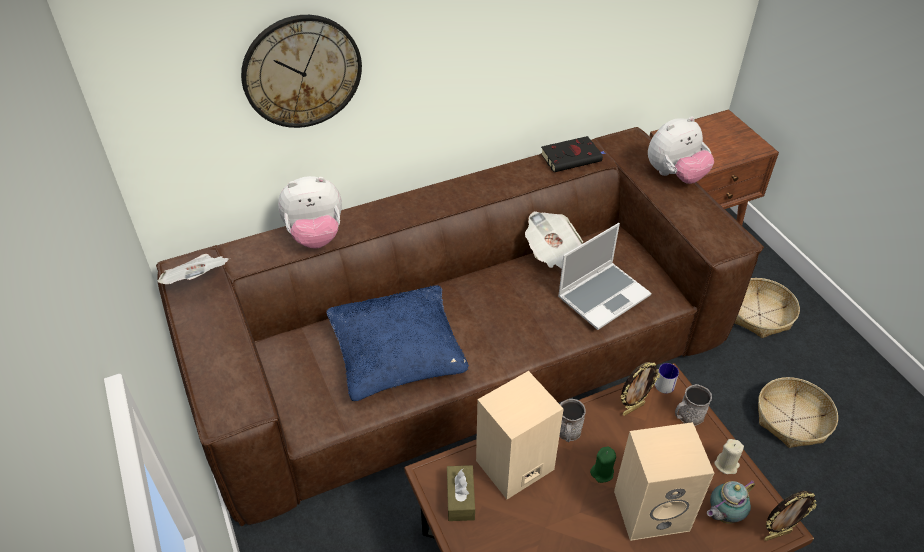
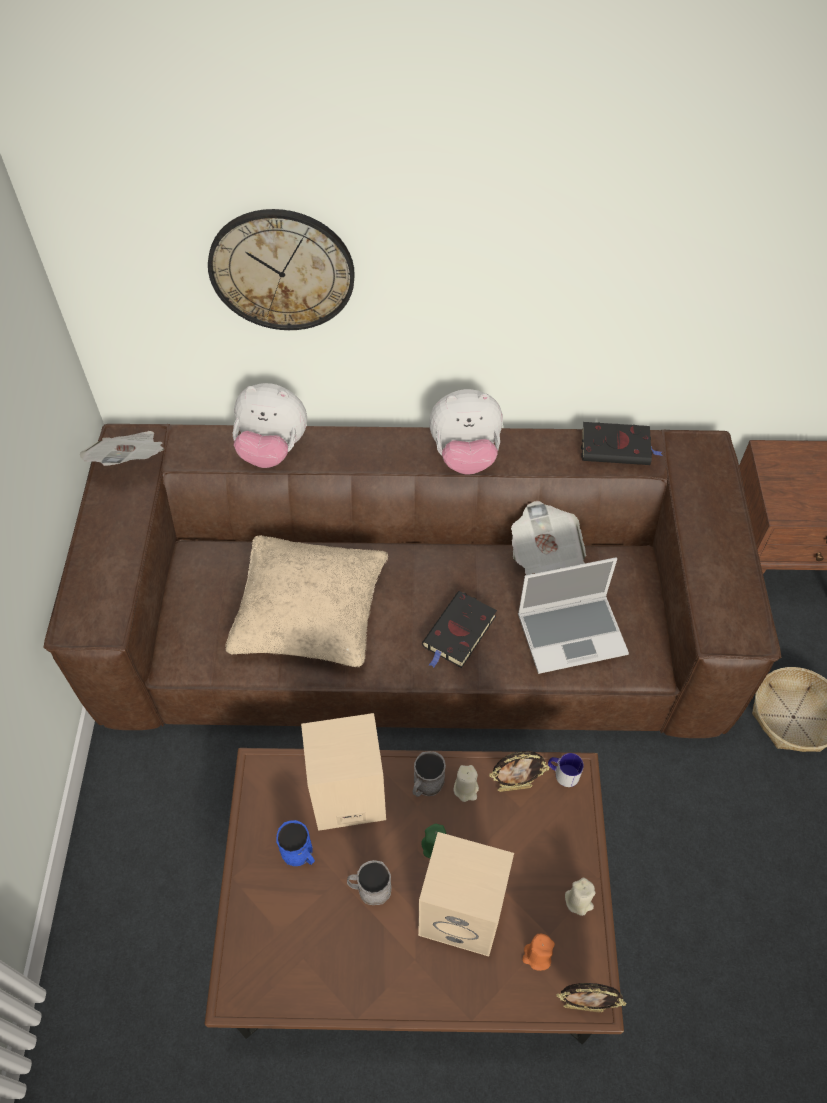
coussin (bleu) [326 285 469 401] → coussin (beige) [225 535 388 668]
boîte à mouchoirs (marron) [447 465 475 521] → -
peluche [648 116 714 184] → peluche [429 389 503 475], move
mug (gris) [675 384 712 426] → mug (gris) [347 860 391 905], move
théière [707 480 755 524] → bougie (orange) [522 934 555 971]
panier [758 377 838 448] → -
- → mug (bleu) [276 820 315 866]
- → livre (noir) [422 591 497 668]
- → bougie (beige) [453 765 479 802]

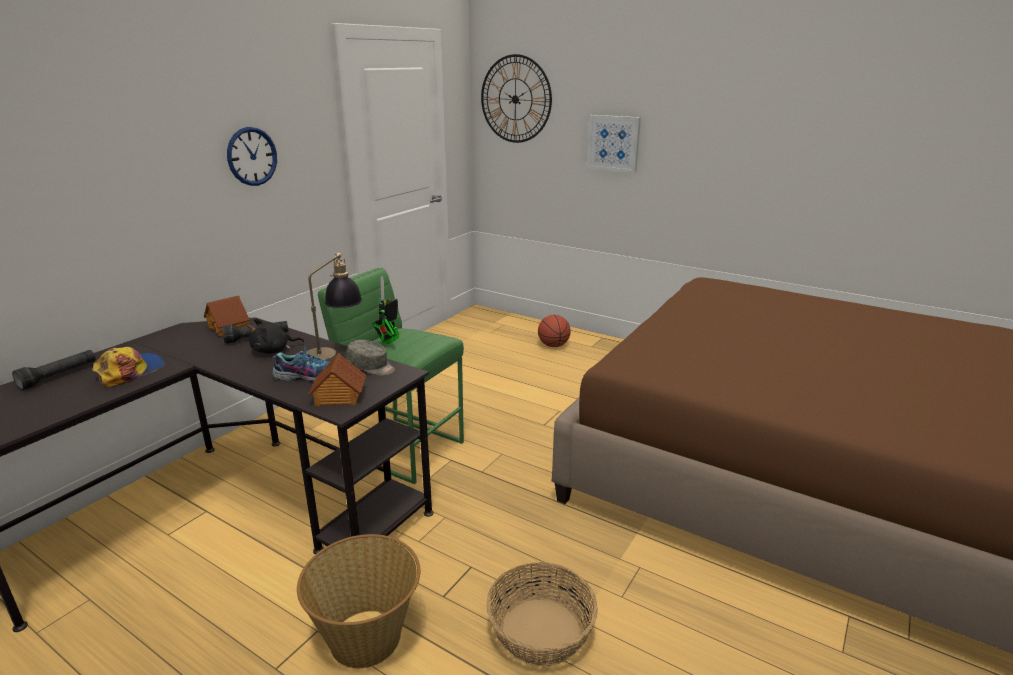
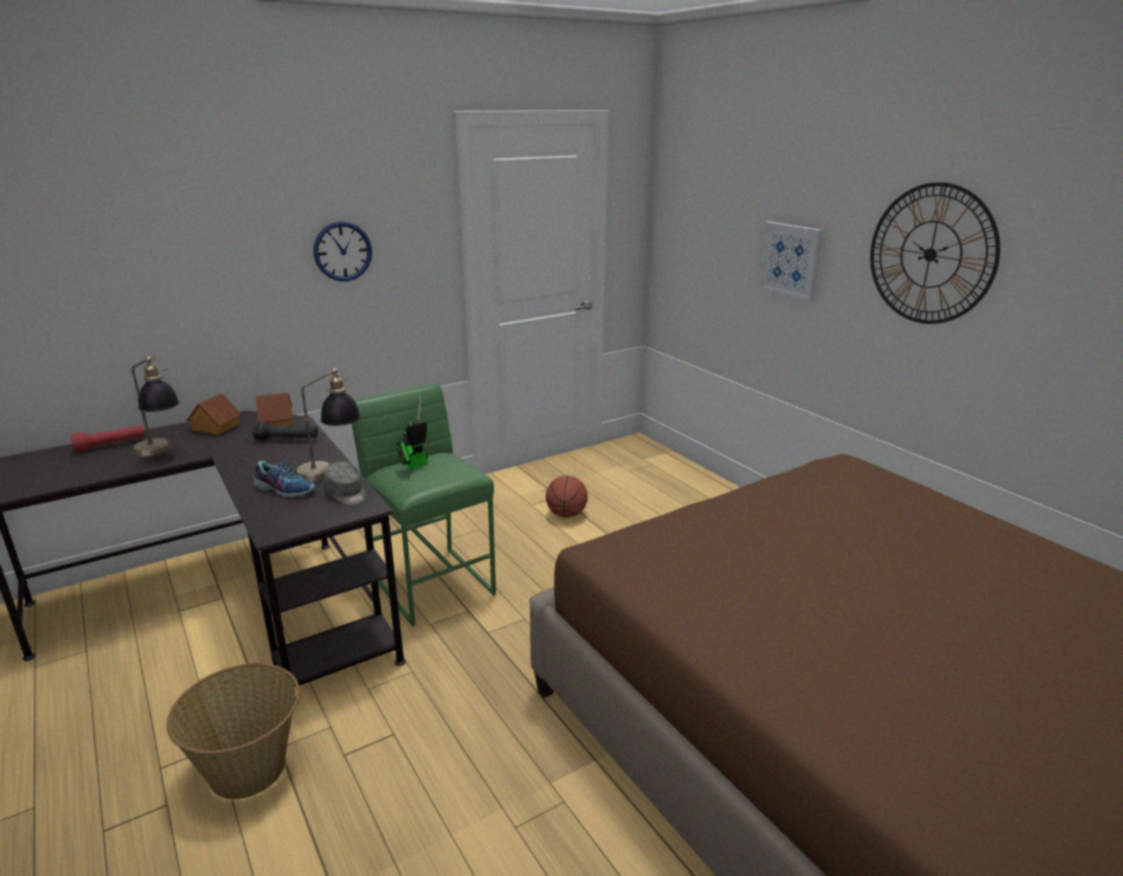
lampe de poche (noir) [12 350 96 390] → lampe de poche (rouge) [71 425 145 453]
casquette [92 347 165 387] → lampe de table [132 356 180 456]
peluche (noir) [248 318 304 354] → -
maison miniature [308 354 366 406] → maison miniature [187 393 242 435], move
horloge murale [481 54 552 143] → horloge murale [870 182 1000 324], move
panier [486 562 598 666] → -
ballon de basket [538 315 571 347] → ballon de basket [546 476 588 518], move

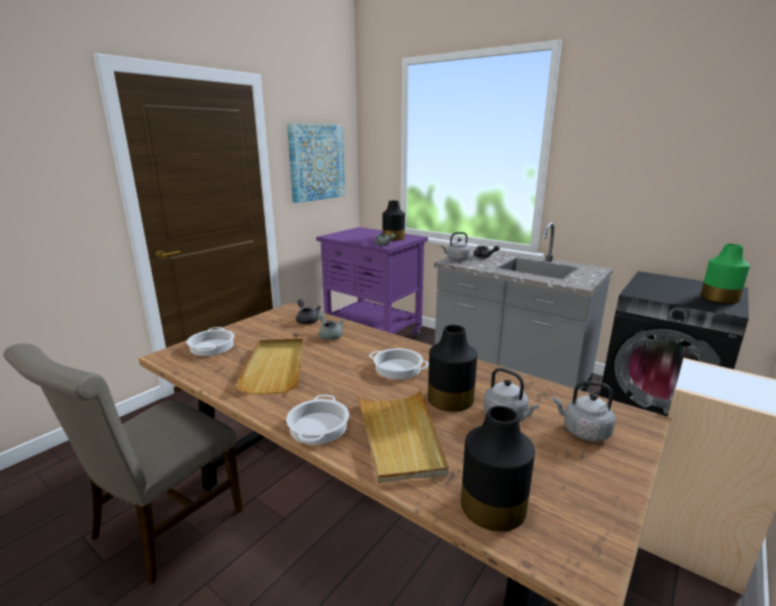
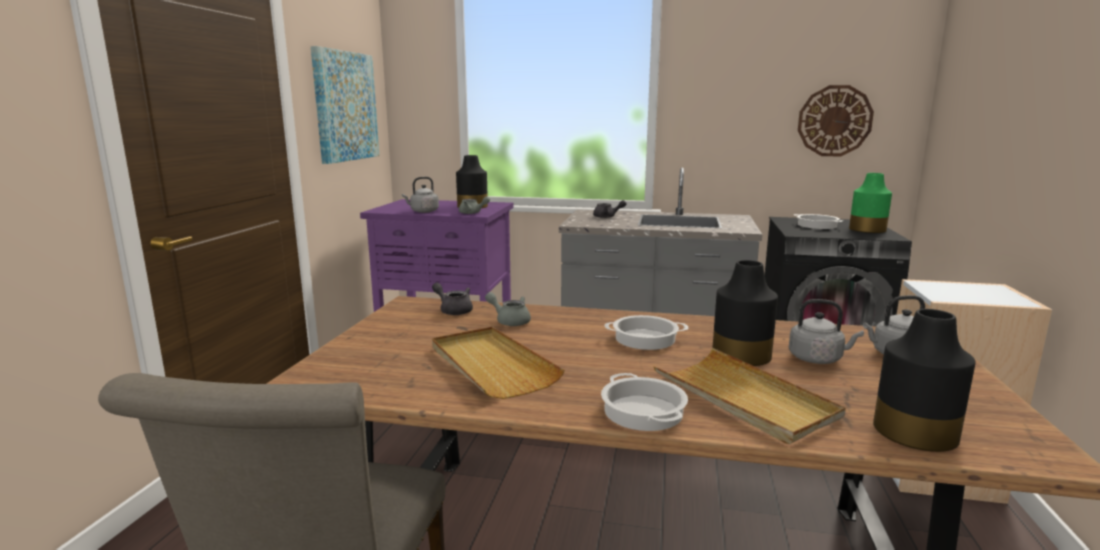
marmite [187 327 235 356] → marmite [794 214 843 229], move
bouilloire (gris) [441 232 470 261] → bouilloire (gris) [402 177 439 213], move
- → horloge murale [798 85 874 156]

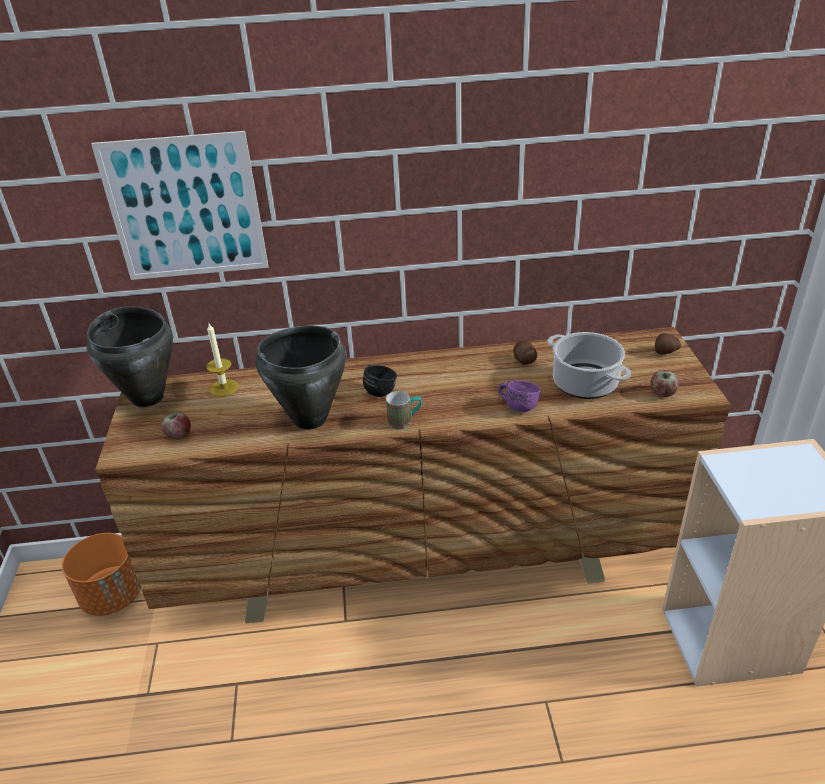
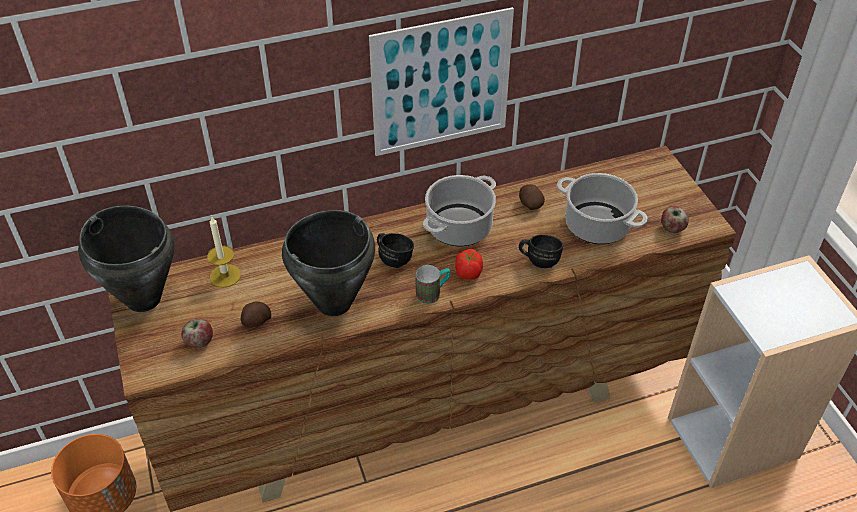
tableau [91 131 269 280] → tableau [369 7 514 156], move
mug (violet) [498 380 540 412] → mug (noir) [519 234 563 268]
pomme de terre [655 333 681 355] → pomme de terre [241 301 271 328], move
- → marmite [423 175 496 246]
- → tomate [455 249 483 280]

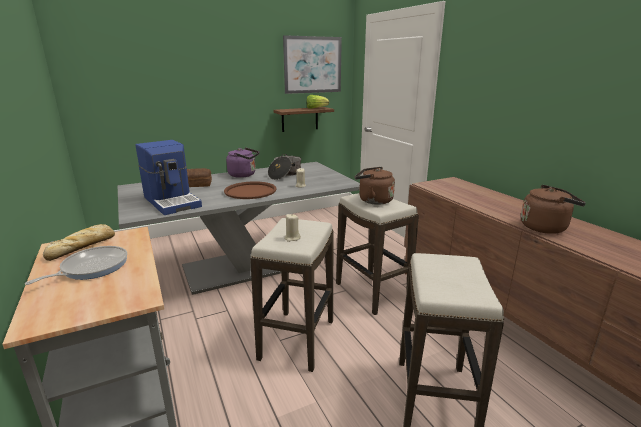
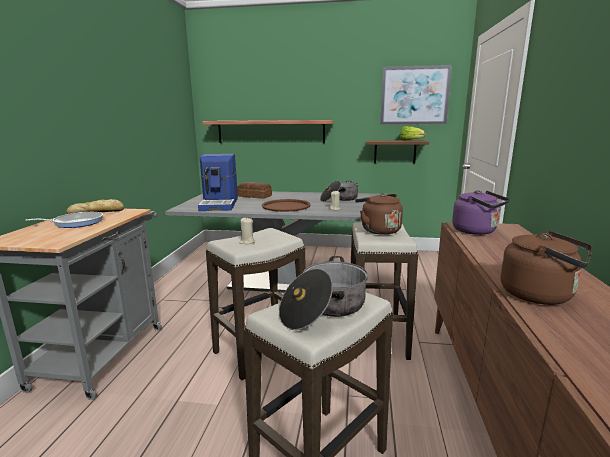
bouilloire (violet) [226 147 259 178] → bouilloire (violet) [452 190 510 235], move
- → étagère [202 120 334 143]
- → marmite [279 256 368 330]

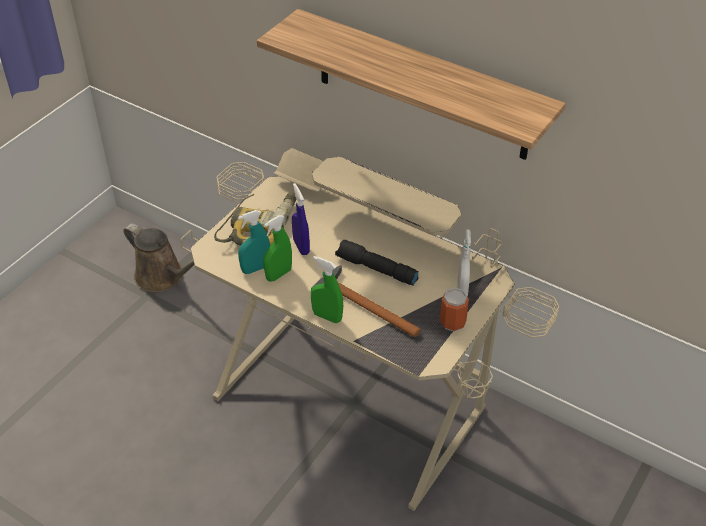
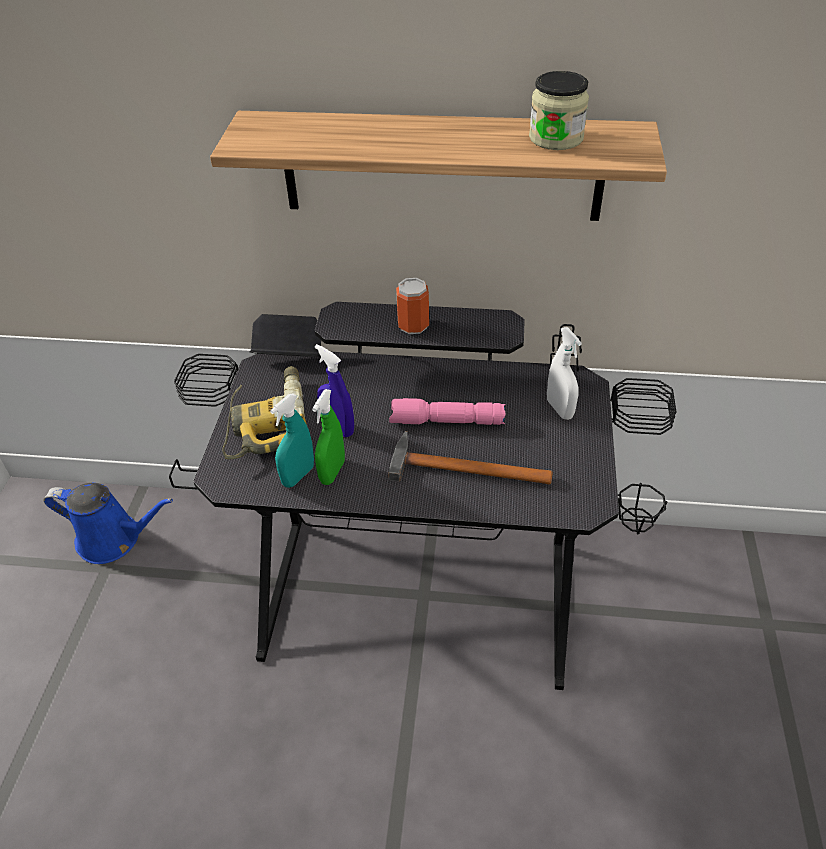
arrosoir (marron) [123 224 194 292] → arrosoir (bleu) [43 483 173 564]
bureau (beige) [180 148 559 511] → bureau (noir) [169 302 676 690]
vaporisateur (vert) [311 256 343 323] → -
lampe de poche (noir) [335 240 419 285] → lampe de poche (rose) [389 398 505 425]
boîte métallique [440 288 469 331] → boîte métallique [396 278 429 334], move
- → bocal [529 71 589 150]

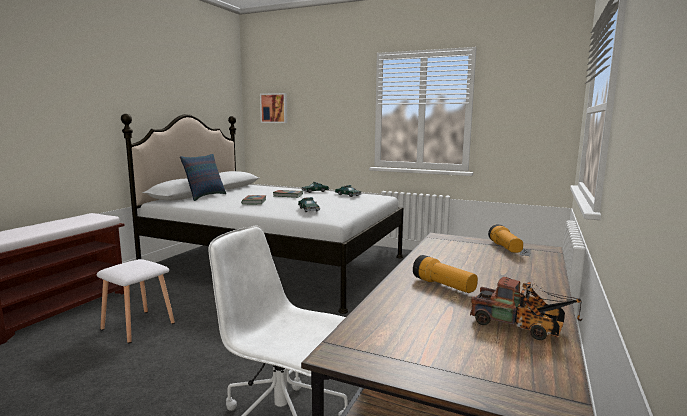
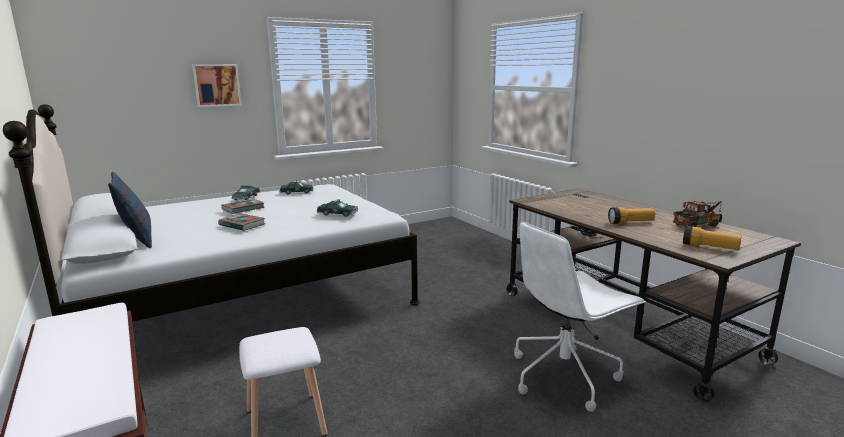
tableau [260 93 287 123] → tableau [192 64 242 107], move
lampe de poche [488 224 523 253] → lampe de poche [683 226 741 250], move

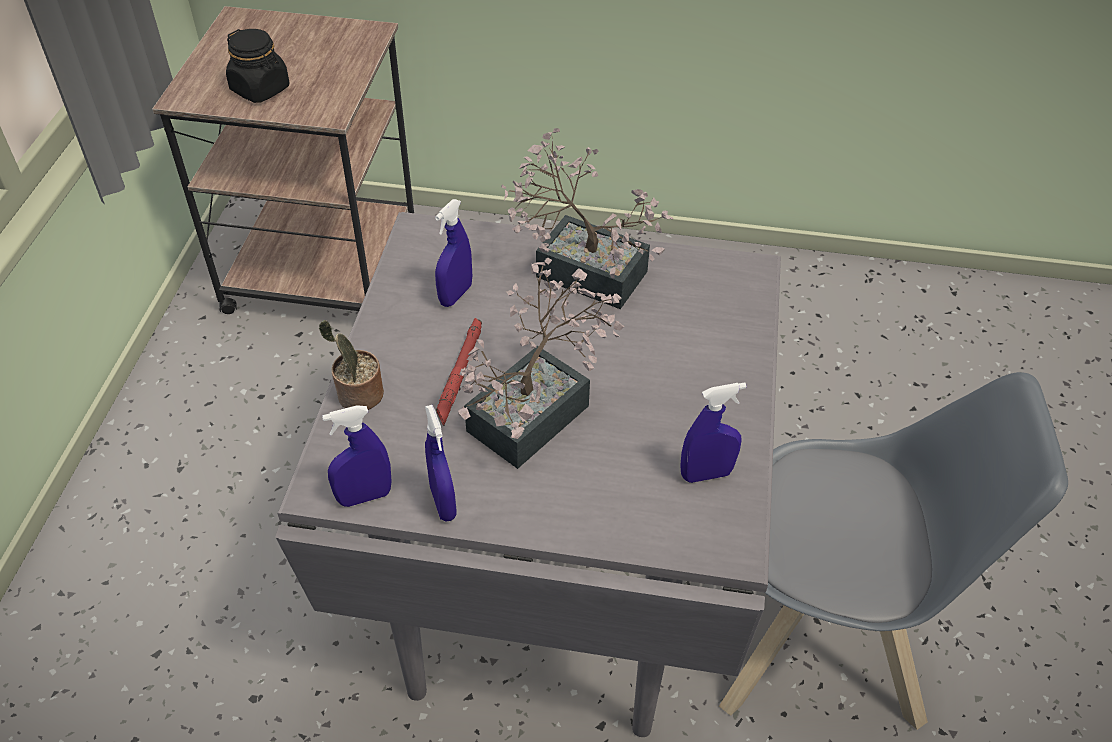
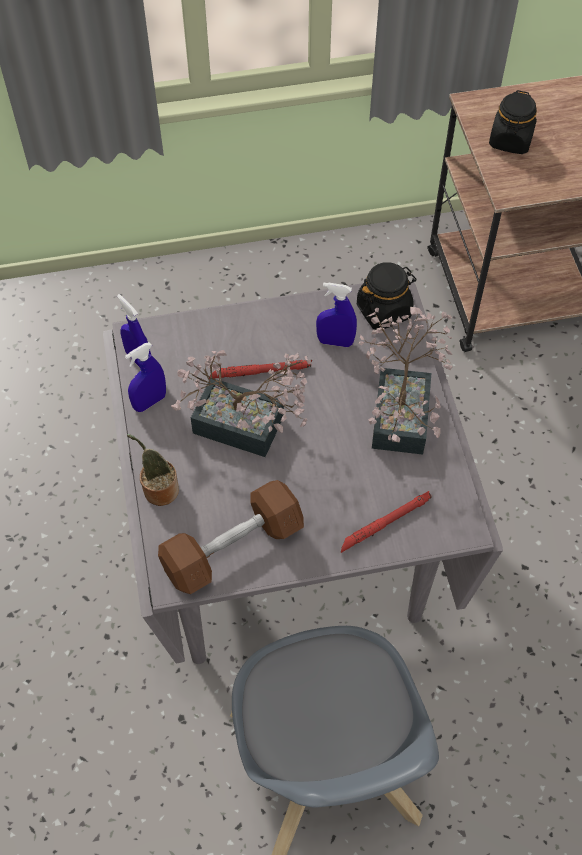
plante en pot [318 320 384 410] → plante en pot [127 434 179 506], move
vaporisateur (bleu) [680 382 747 483] → haltère (marron) [158 480 304 594]
- → lampe de poche (rouge) [341 491 432 553]
- → bocal (noir) [357 262 417 330]

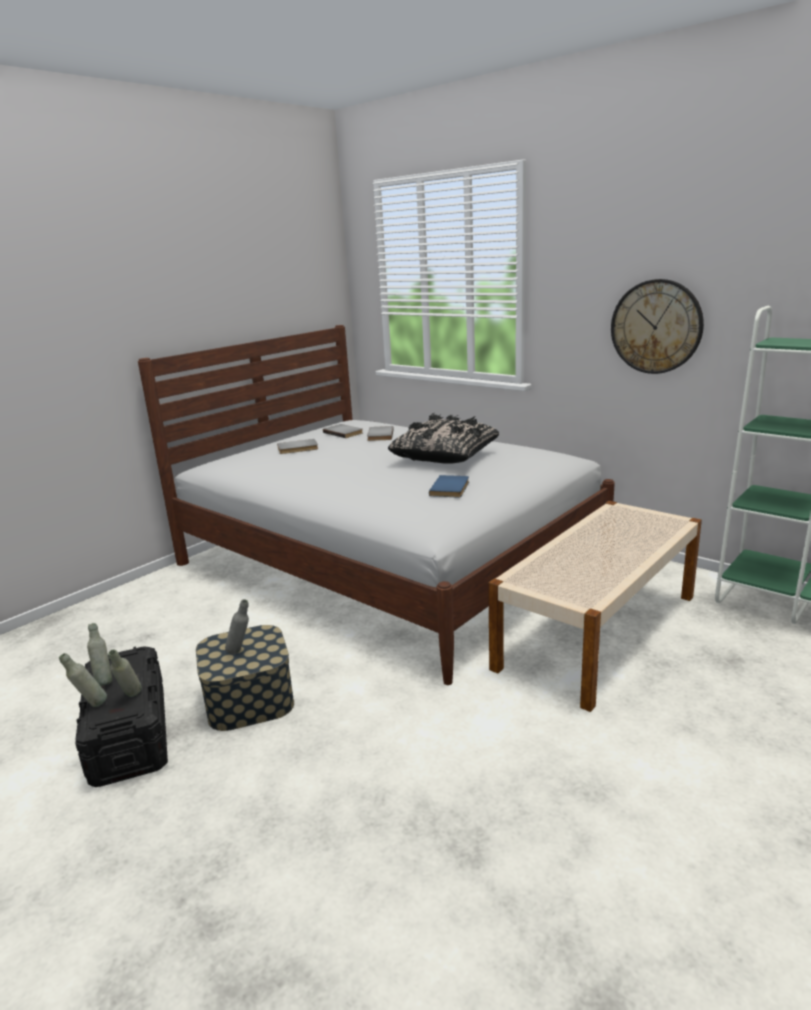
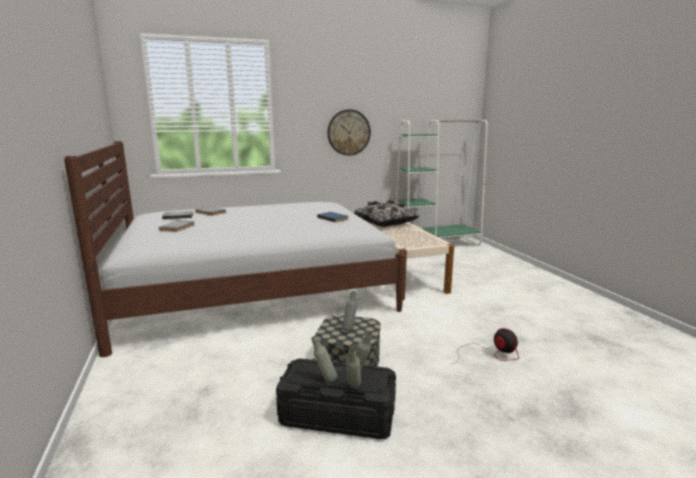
coussin (noir) [388 412 499 464] → coussin (noir) [354 200 419 227], move
- → ventilateur [450 328 519 365]

